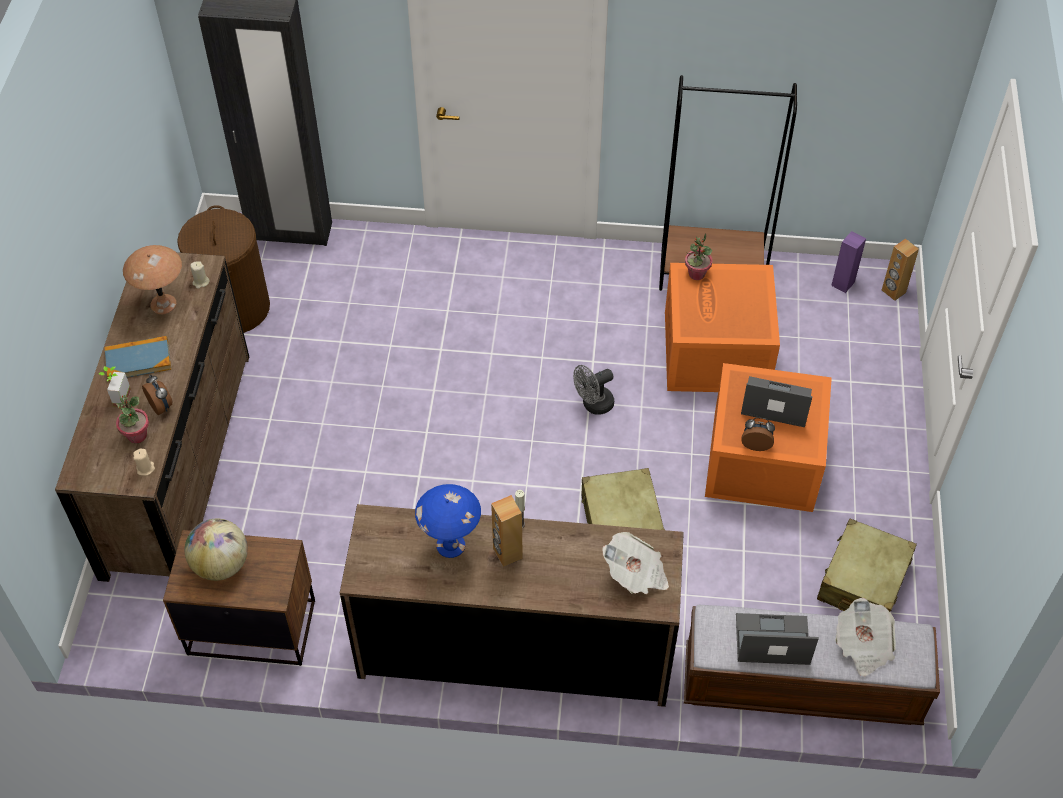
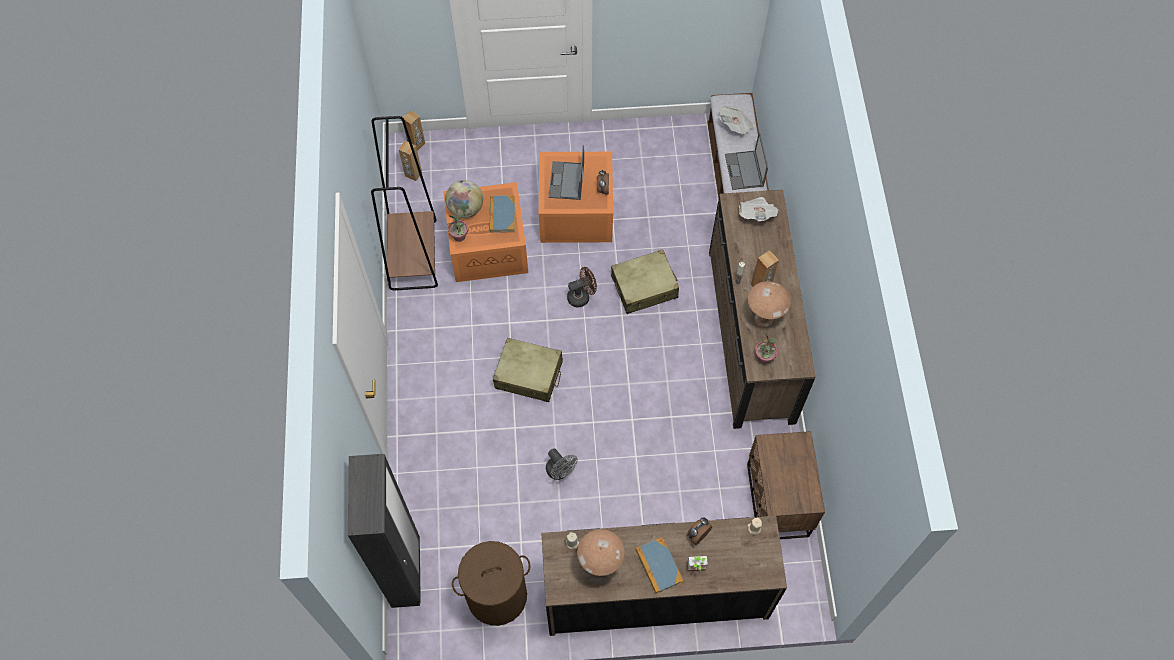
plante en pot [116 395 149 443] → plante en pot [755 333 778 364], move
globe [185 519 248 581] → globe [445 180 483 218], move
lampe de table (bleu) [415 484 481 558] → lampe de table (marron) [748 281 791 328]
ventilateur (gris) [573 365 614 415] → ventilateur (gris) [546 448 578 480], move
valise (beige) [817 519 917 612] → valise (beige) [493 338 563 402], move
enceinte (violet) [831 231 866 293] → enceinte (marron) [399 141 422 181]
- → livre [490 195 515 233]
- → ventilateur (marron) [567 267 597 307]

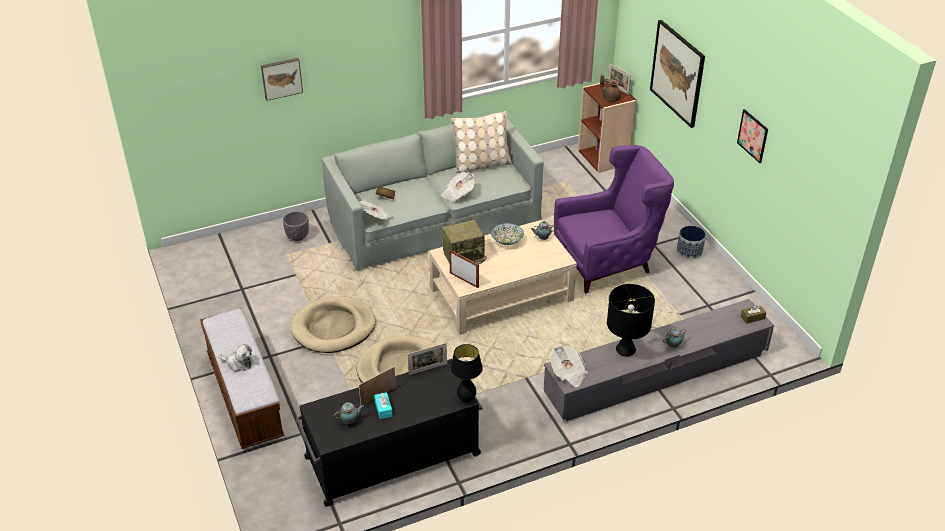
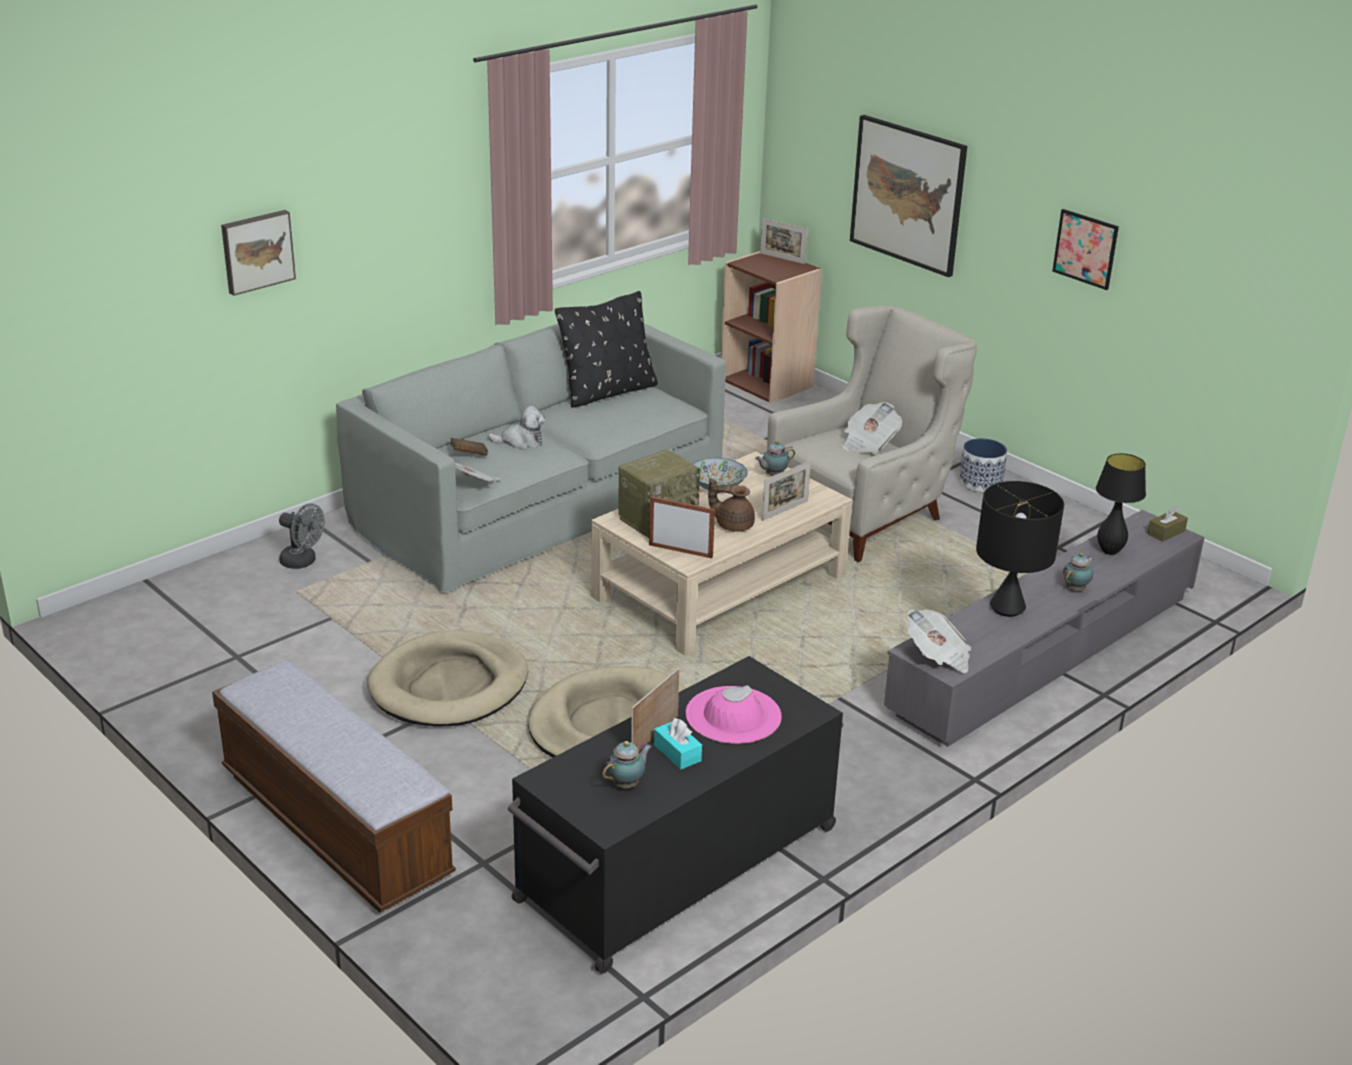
peluche [219 344 254 372] → peluche [488 406 546 450], move
cache-pot (gris) [283 211 309 241] → ventilateur (gris) [279 504 325 569]
cadre photo [408 343 447 375] → cadre photo [762 461 811 521], move
journal [441 172 475 202] → journal [842 402 902 454], move
lampe de table (noir) [450 344 483 403] → lampe de table (noir) [1096 453 1146 555], move
coussin (beige) [451 111 512 173] → coussin (noir) [555 291 658 407]
fauteuil (violet) [554 145 674 293] → fauteuil (beige) [767 305 977 562]
théière (marron) [600 74 621 102] → théière (marron) [708 478 755 532], move
- → chapeau (rose) [686 685 782 744]

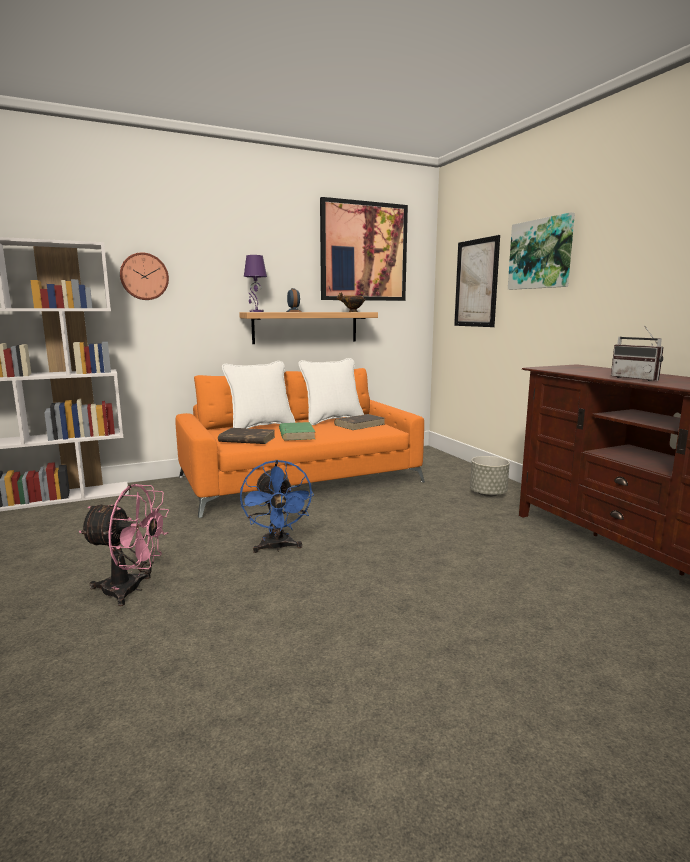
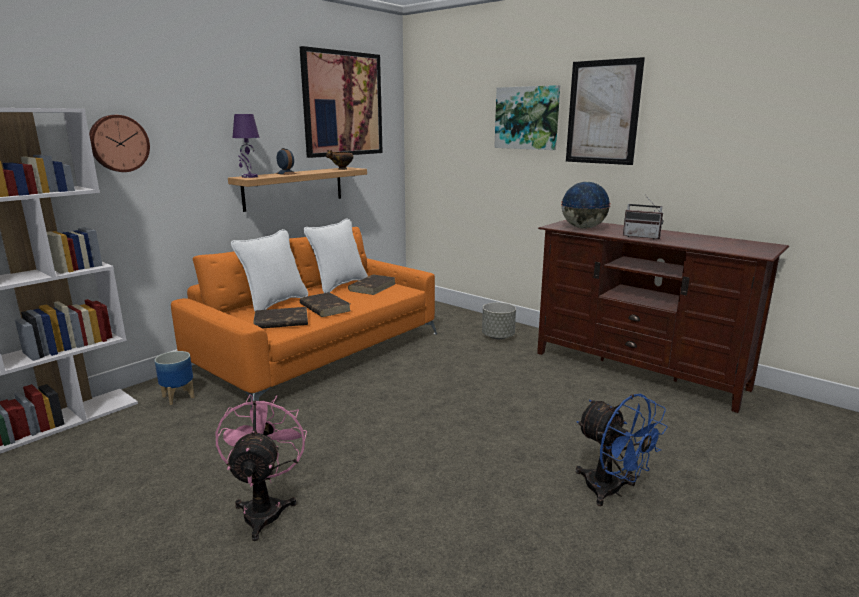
ventilateur (rose) [79 484 169 606] → ventilateur (rose) [216 394 307 541], 75 degrees counterclockwise
ventilateur (bleu) [240 460 314 553] → ventilateur (bleu) [576 394 668 506], move
livre (vert) [279 422 315 441] → livre (marron) [300 292 350 317]
tableau [454 235 500 327] → tableau [566 57 645 165], move
- → cache-pot [155 351 195 405]
- → globe [561 182 611 229]

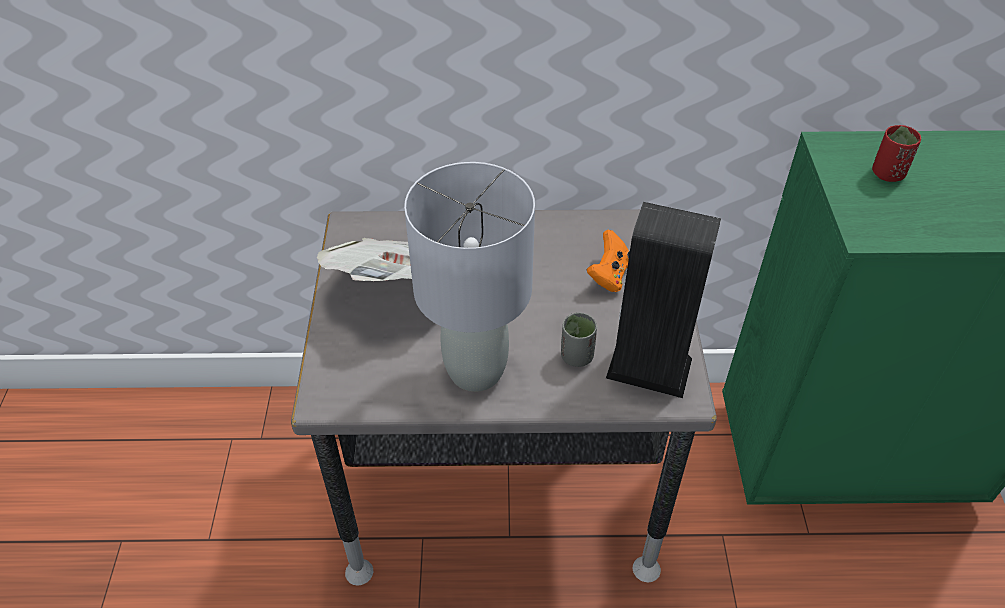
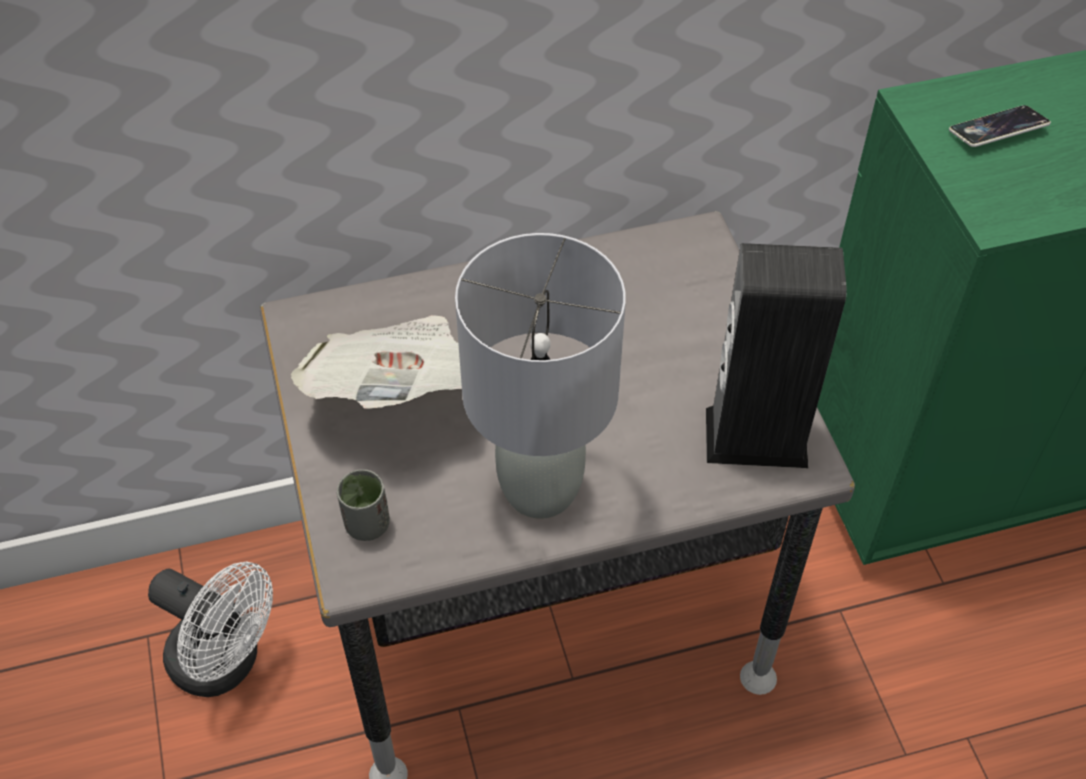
tasse (gris) [561 313 597 367] → tasse (gris) [337 469 390 541], move
manette (orange) [587 230 630 292] → -
tasse (rouge) [872 125 921 182] → téléphone [949 105 1051 147]
- → ventilateur (blanc) [148 561 273 697]

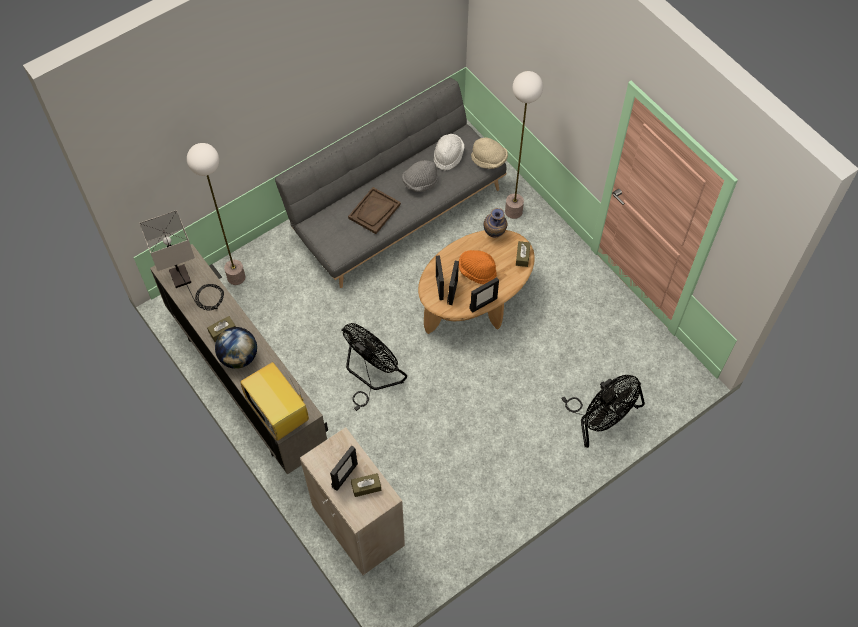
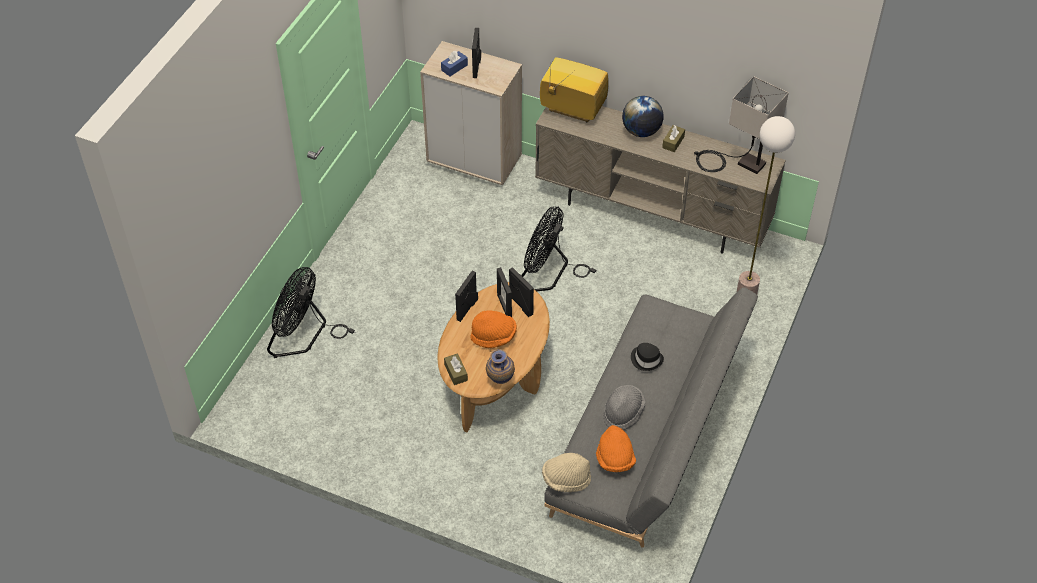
ventilateur (noir) [341 323 407 411] → ventilateur (noir) [521 206 596 291], 105 degrees clockwise
plateau (marron) [348 187 401 234] → chapeau (noir) [631 343 664 371]
boîte à mouchoirs (marron) [351 473 381 497] → boîte à mouchoirs (bleu) [441 51 468 76]
chapeau (blanc) [434 134 465 171] → chapeau (orange) [596 425 636 472]
lampadaire [505 71 543 219] → -

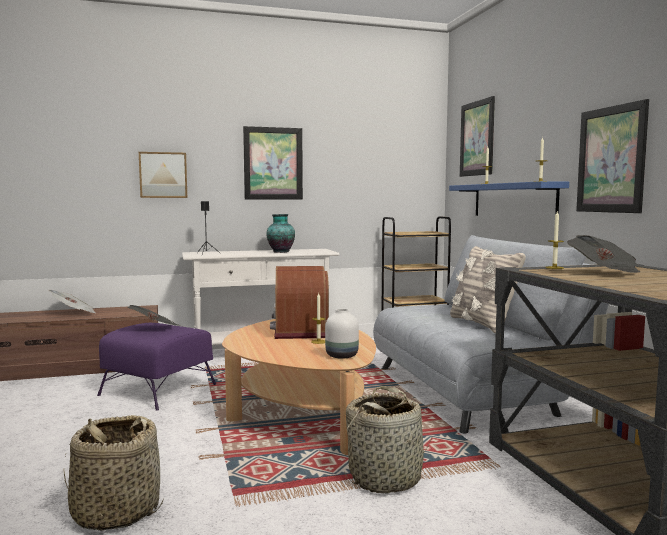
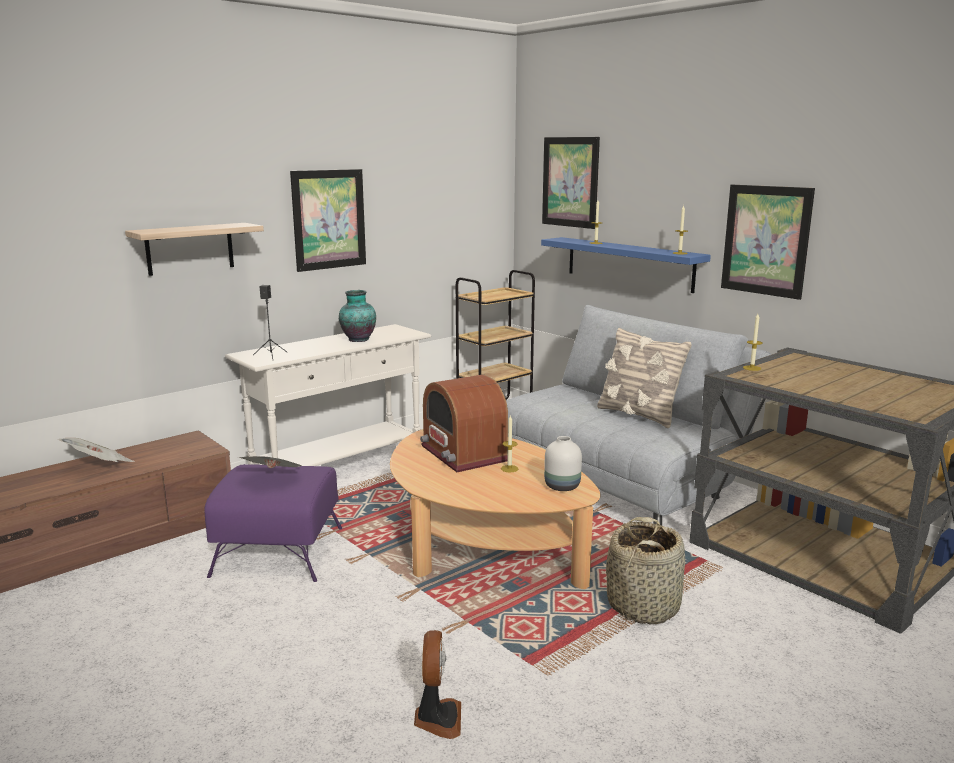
panier [63 415 163 531] → ventilateur [414 630 461 739]
tableau [139 152 187 198] → étagère [125 223 264 276]
journal [567 235 640 273] → -

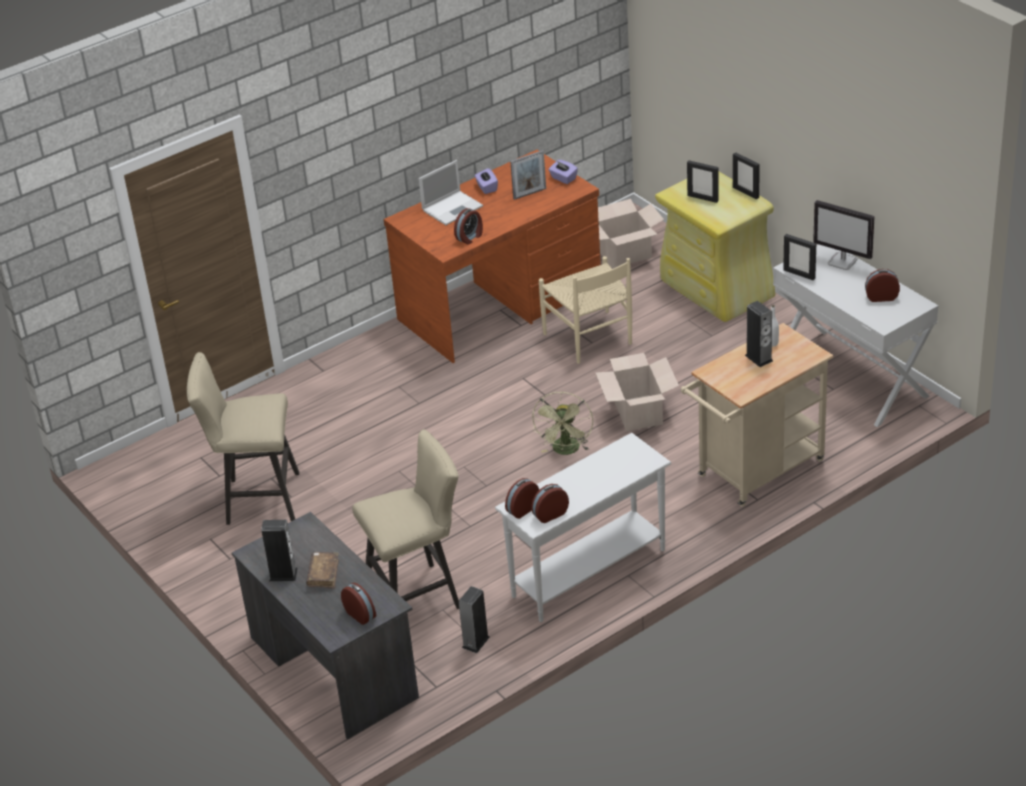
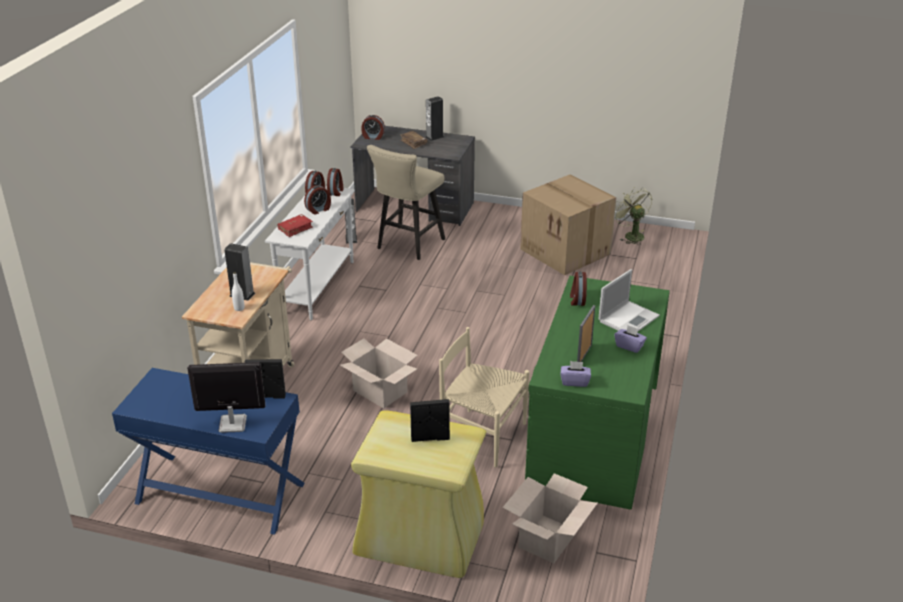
tabouret (beige) [187 352 299 525] → carton [520 175 616 275]
bureau (marron) [384 150 601 363] → bureau (vert) [525 276 670 510]
ordinateur portable [419 160 483 225] → ordinateur portable [598 269 660 331], 150 degrees counterclockwise
ventilateur (vert) [532 392 593 455] → ventilateur (vert) [615 187 652 245], move
cadre photo [733 152 760 199] → -
table console (blanc) [773 244 938 427] → table console (bleu) [112 368 305 535]
réveil [865 269 900 302] → réveil [304 185 331 215], move
- → livre (rouge) [277 214 313 237]

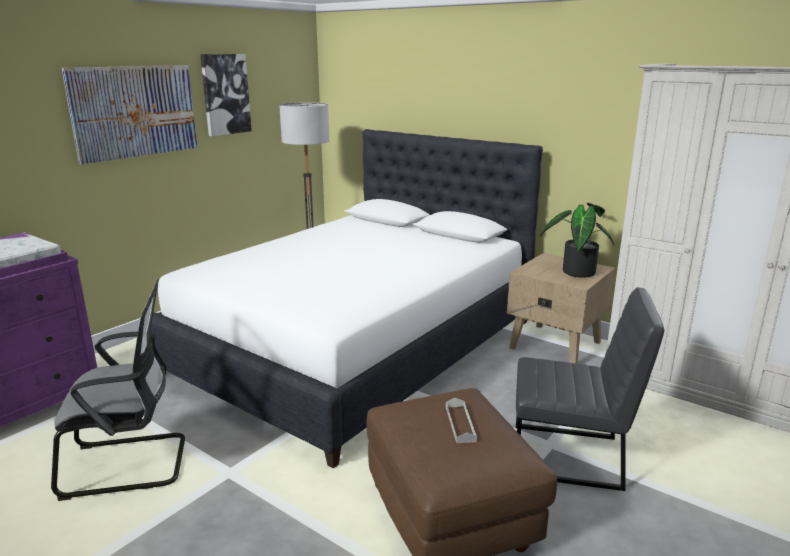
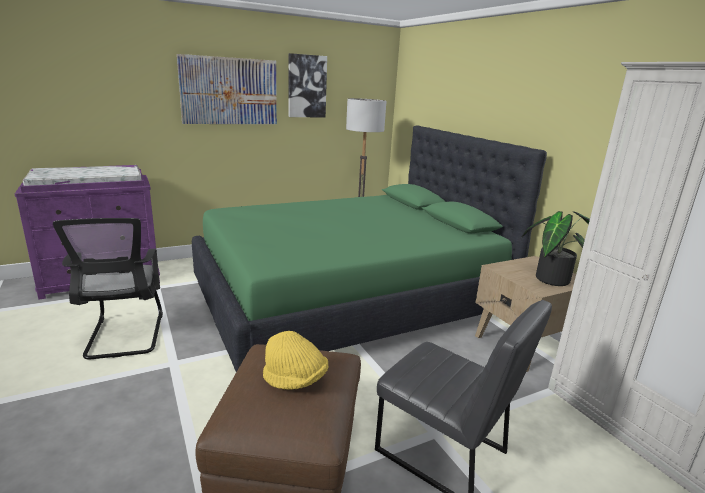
chaise [51 279 185 501] → chaise [53 218 163 359], 60 degrees clockwise
lit (blanc) [151 129 543 468] → lit (vert) [192 125 547 372]
plateau (gris) [446 398 477 443] → chapeau (jaune) [263 331 329 390]

